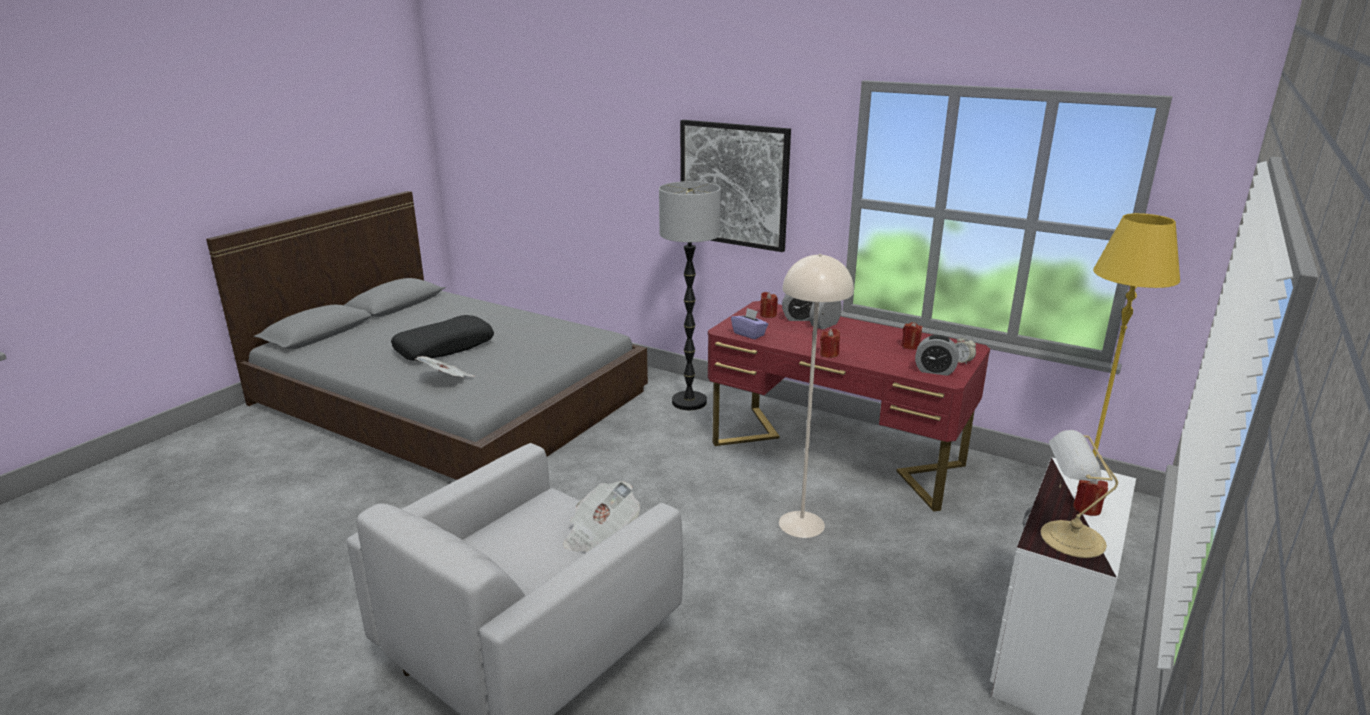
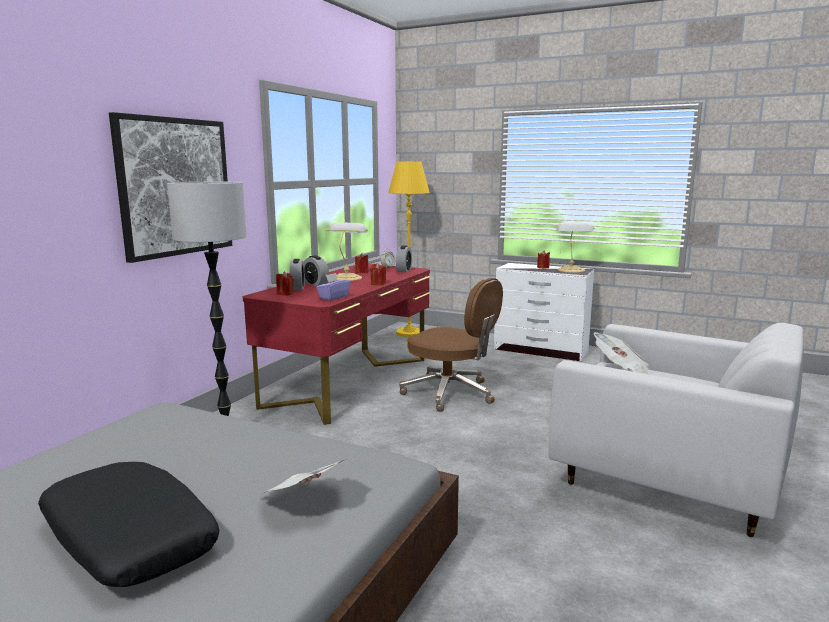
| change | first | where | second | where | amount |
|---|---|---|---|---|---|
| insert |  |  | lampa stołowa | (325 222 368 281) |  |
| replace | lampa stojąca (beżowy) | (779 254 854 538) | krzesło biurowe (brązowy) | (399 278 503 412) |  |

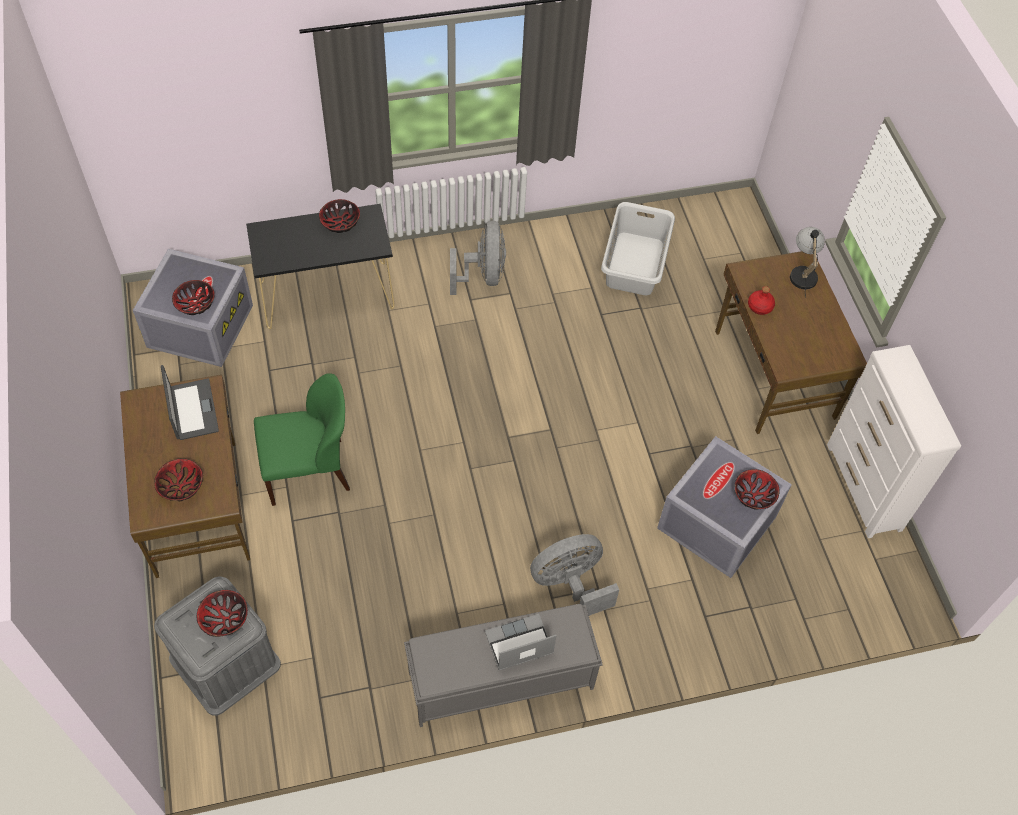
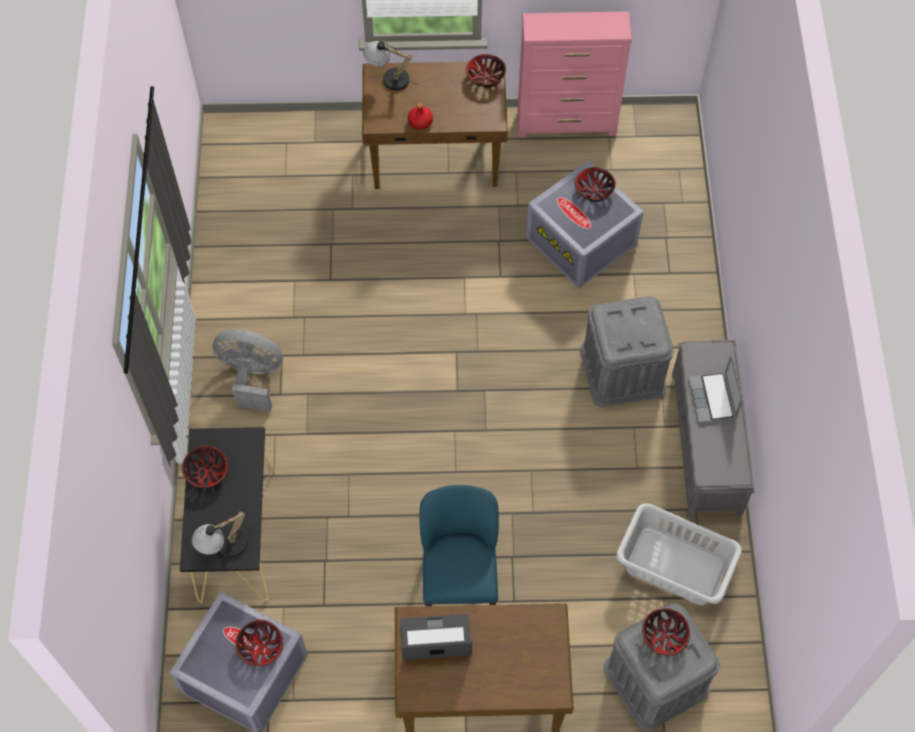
| change | first | where | second | where | amount |
|---|---|---|---|---|---|
| insert |  |  | lampa stołowa | (191 511 255 556) |  |
| move | miska | (154 459 203 501) |  | (466 54 506 88) |  |
| move | kosz na pranie (szary) | (601 202 675 295) |  | (616 504 742 605) |  |
| replace | wentylator (szary) | (530 534 619 616) | pojemnik do przechowywania (szary) | (580 296 674 407) |  |
| recolor | krzesło (zielony) | (254 373 350 506) | krzesło (niebieski) | (420 485 499 606) |  |
| recolor | komoda (biały) | (827 345 961 538) | komoda (różowy) | (517 11 632 137) |  |

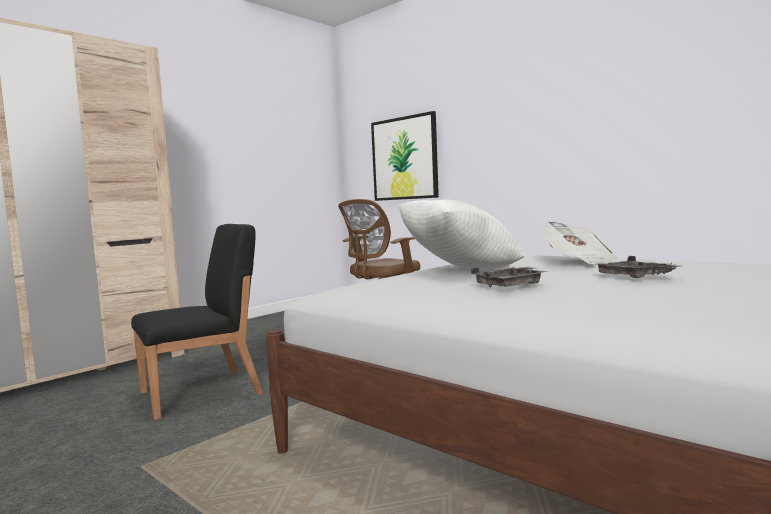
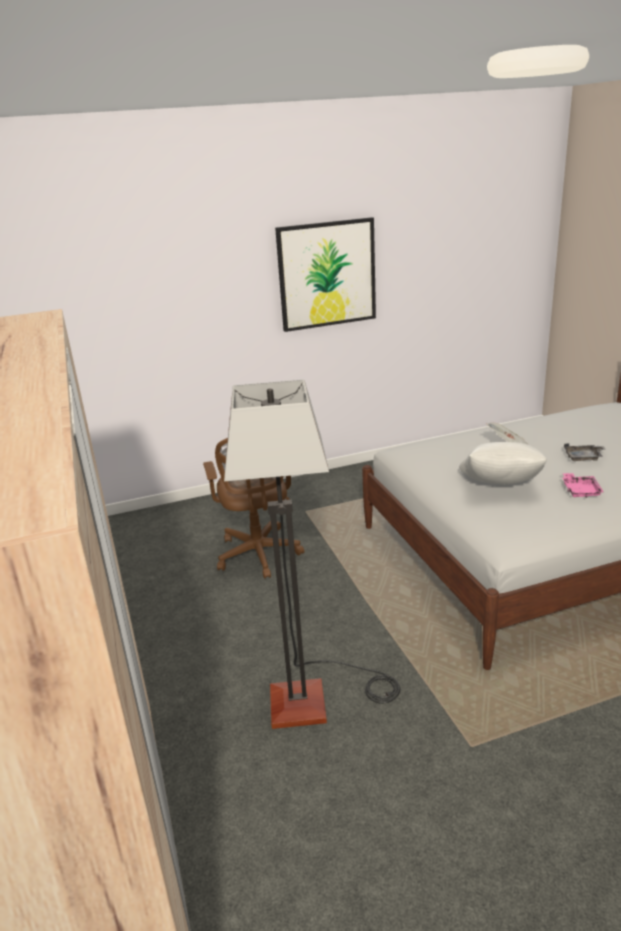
| change | first | where | second | where | amount |
|---|---|---|---|---|---|
| move | obraz | (371 111 439 201) |  | (275 217 376 332) |  |
| replace | krzesło (czarny) | (131 224 263 420) | lampa stojąca | (224 380 400 729) |  |
| recolor | taca (szary) | (471 266 548 287) | taca (różowy) | (562 473 604 498) |  |

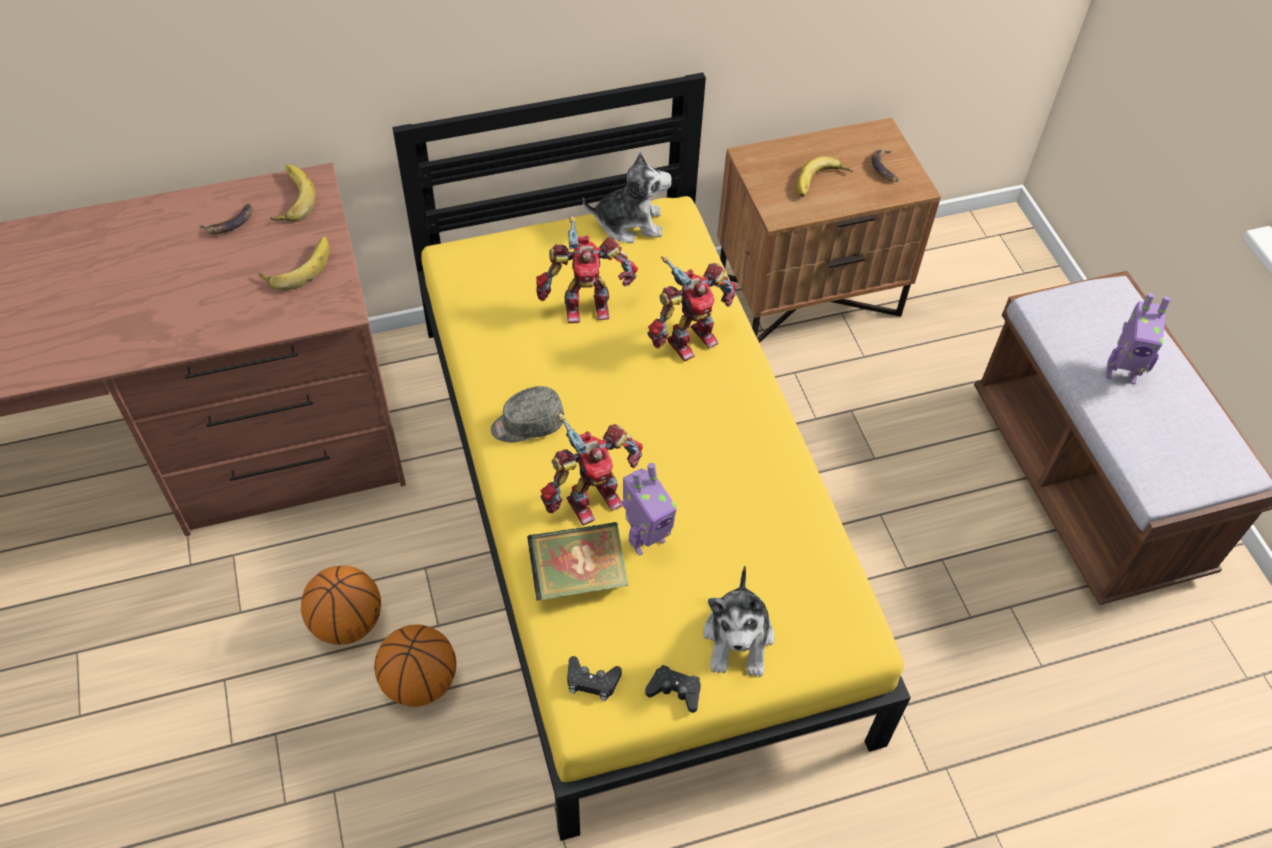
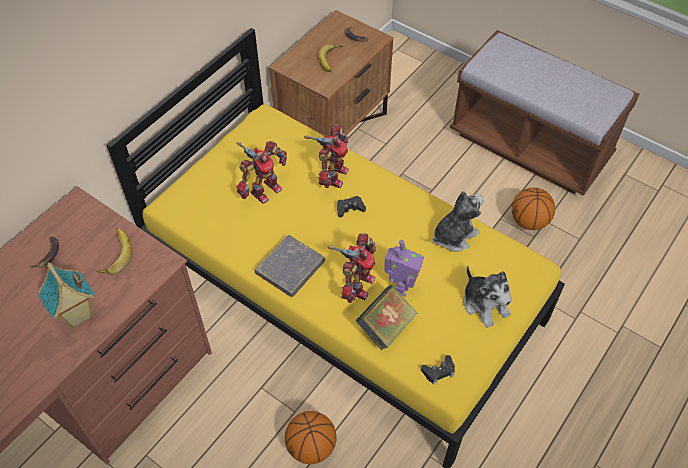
| change | first | where | second | where | amount |
|---|---|---|---|---|---|
| delete | banan | (270 165 316 222) |  |  |  |
| delete | robot zabawkowy | (1106 293 1171 384) |  |  |  |
| insert |  |  | domek | (39 263 95 329) |  |
| move | piłka do koszykówki | (301 566 381 645) |  | (512 188 555 230) |  |
| move | pluszak | (583 152 672 243) |  | (433 191 484 252) |  |
| move | pad do gier (czarny) | (645 665 701 713) |  | (337 196 366 218) |  |
| replace | czapka z daszkiem (szary) | (491 386 564 442) | książka (szary) | (255 235 325 297) |  |

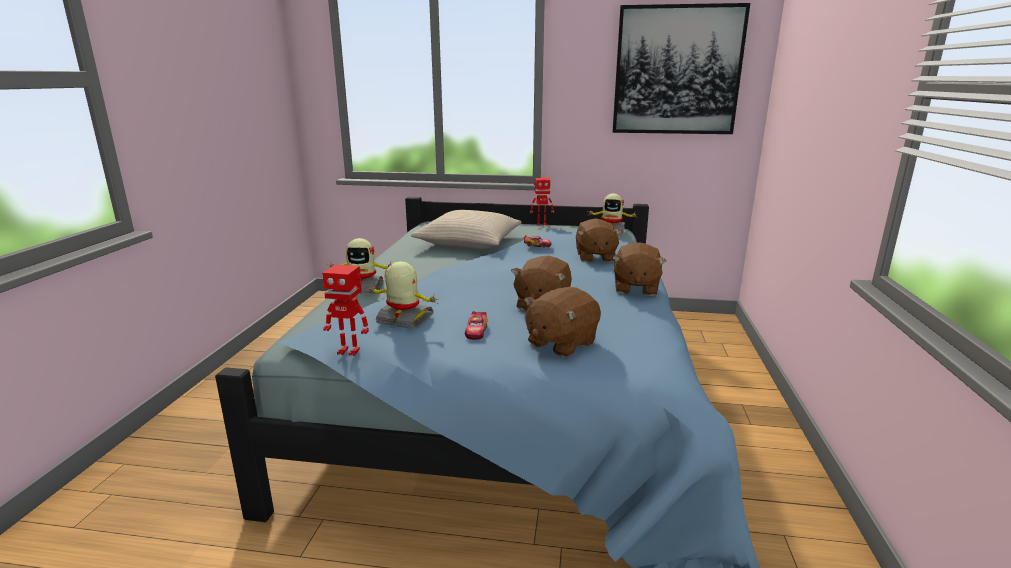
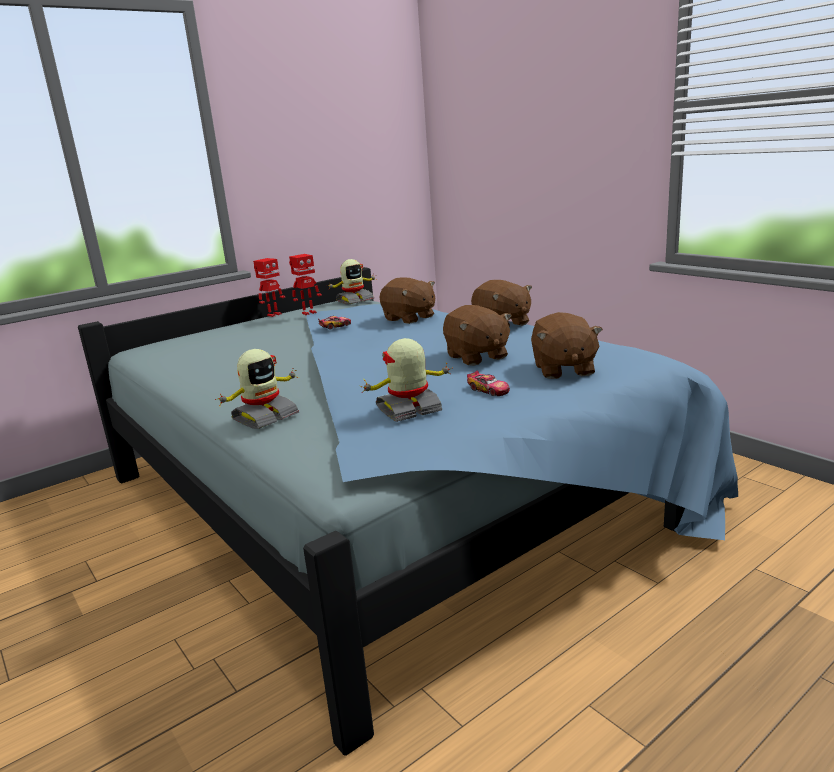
| change | first | where | second | where | amount |
|---|---|---|---|---|---|
| delete | poduszka (beżowy) | (411 210 522 249) |  |  |  |
| delete | obraz | (613 3 750 134) |  |  |  |
| move | robot zabawkowy | (322 264 369 356) |  | (289 254 322 315) |  |

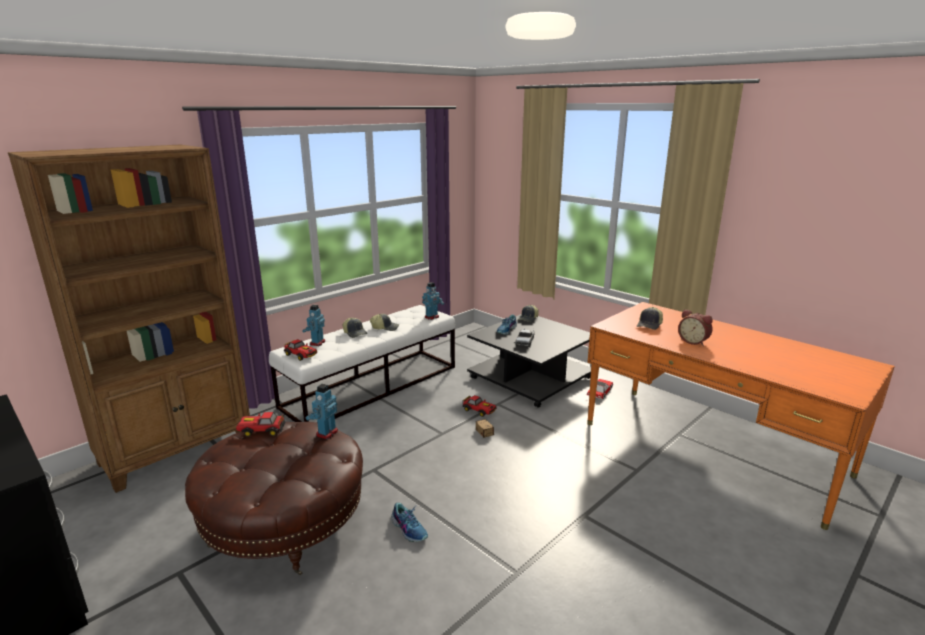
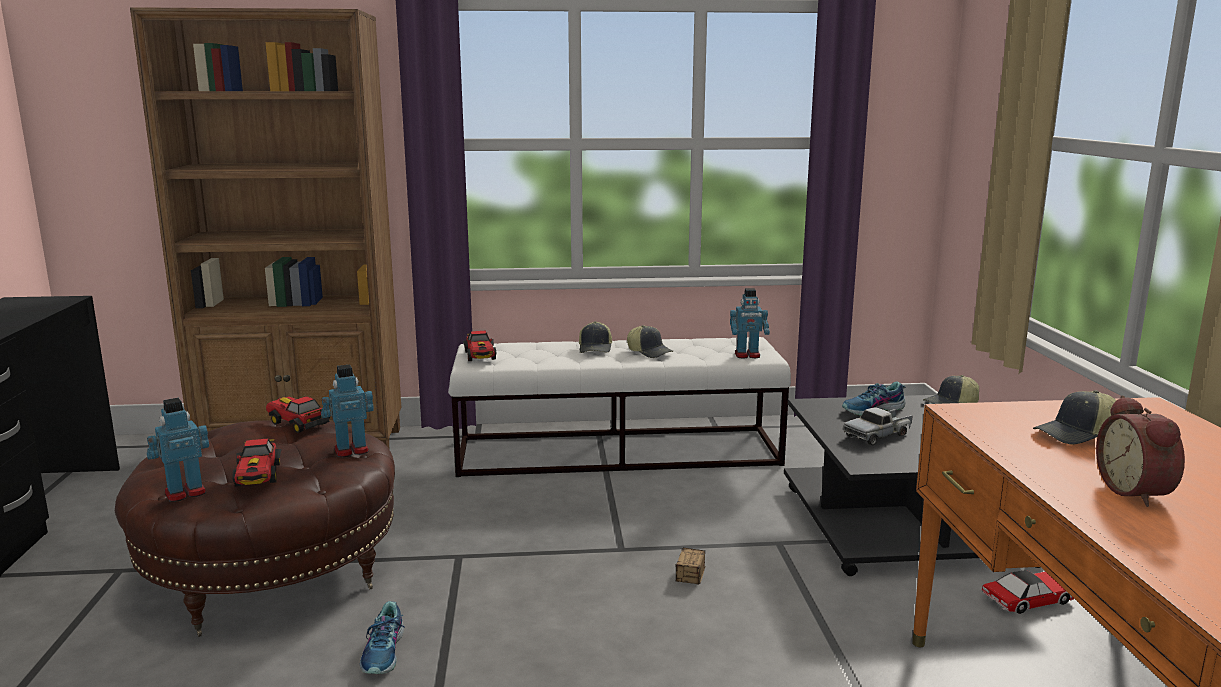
| change | first | where | second | where | amount |
|---|---|---|---|---|---|
| move | robot zabawkowy | (302 305 325 346) |  | (147 398 209 502) |  |
| move | samochodzik | (462 395 496 417) |  | (232 439 281 486) |  |

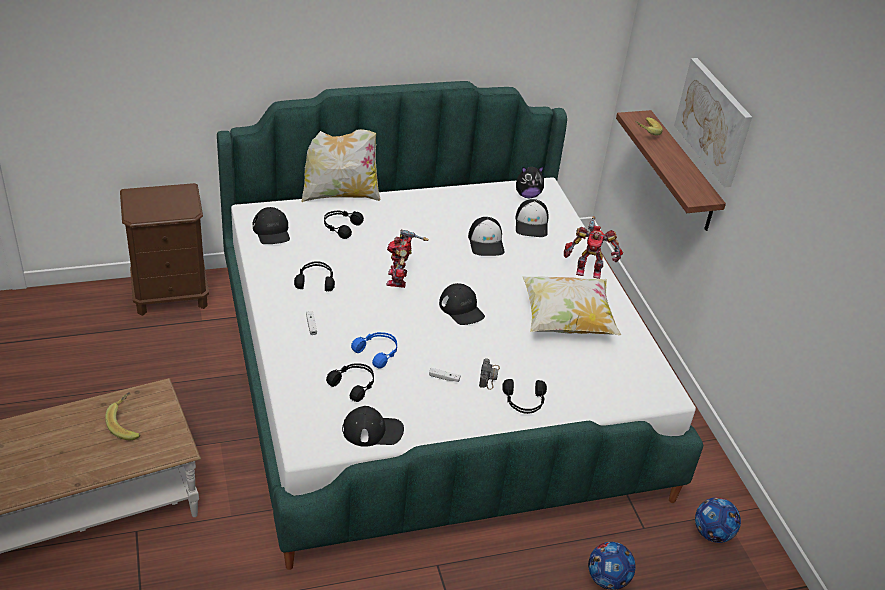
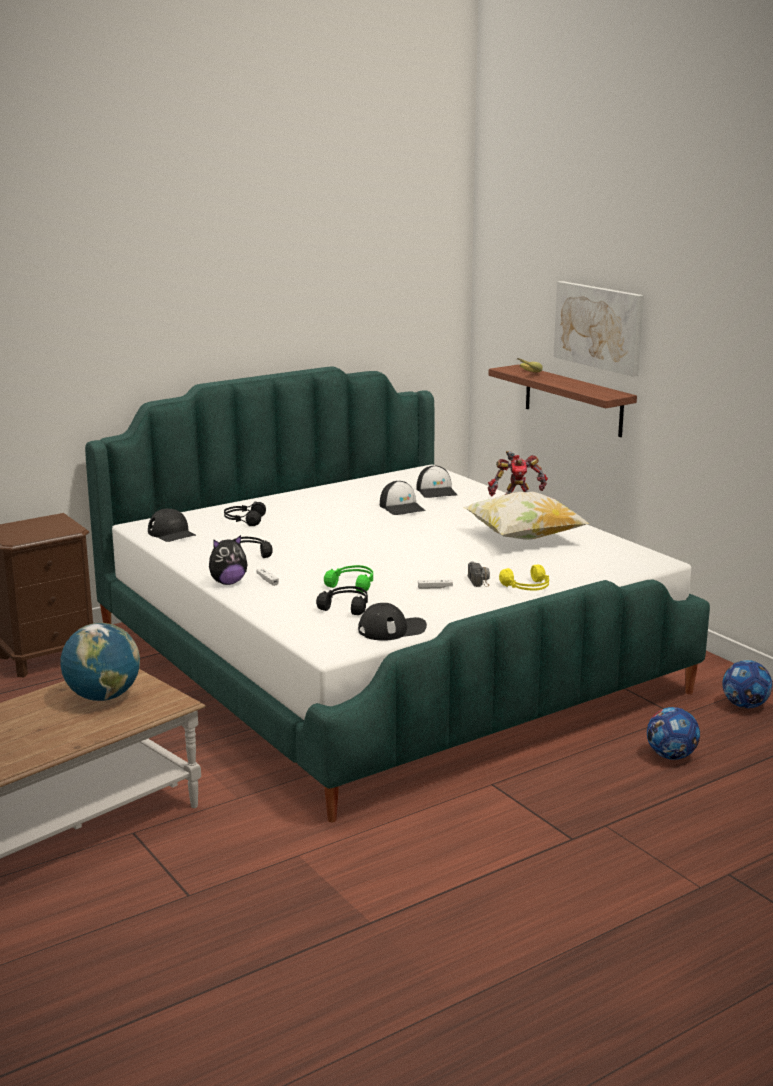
| change | first | where | second | where | amount |
|---|---|---|---|---|---|
| delete | poduszka | (302 129 380 202) |  |  |  |
| delete | robot zabawkowy | (386 229 429 288) |  |  |  |
| delete | czapka z daszkiem (czarny) | (439 283 485 325) |  |  |  |
| move | pluszak | (516 166 544 198) |  | (209 535 248 585) |  |
| replace | banan | (105 392 140 440) | globus | (61 623 140 701) |  |
| recolor | słuchawki (niebieski) | (351 332 397 369) | słuchawki (zielony) | (324 565 373 593) |  |
| recolor | słuchawki (czarny) | (502 379 547 414) | słuchawki (żółty) | (499 565 549 591) |  |

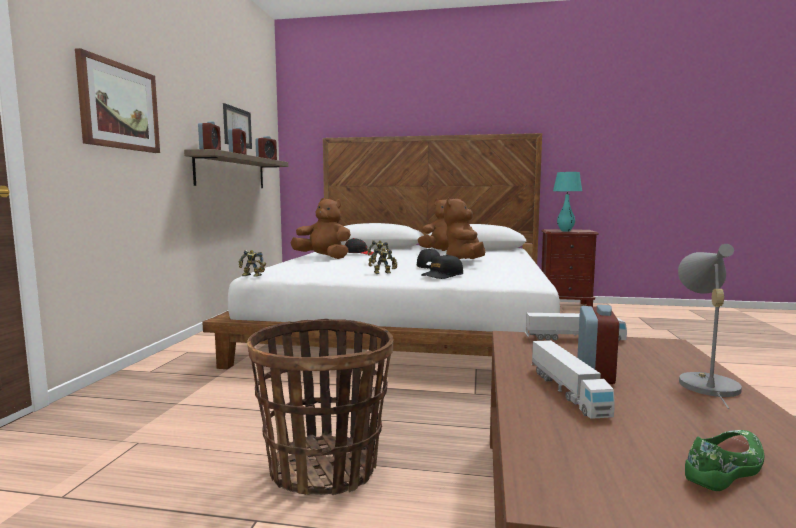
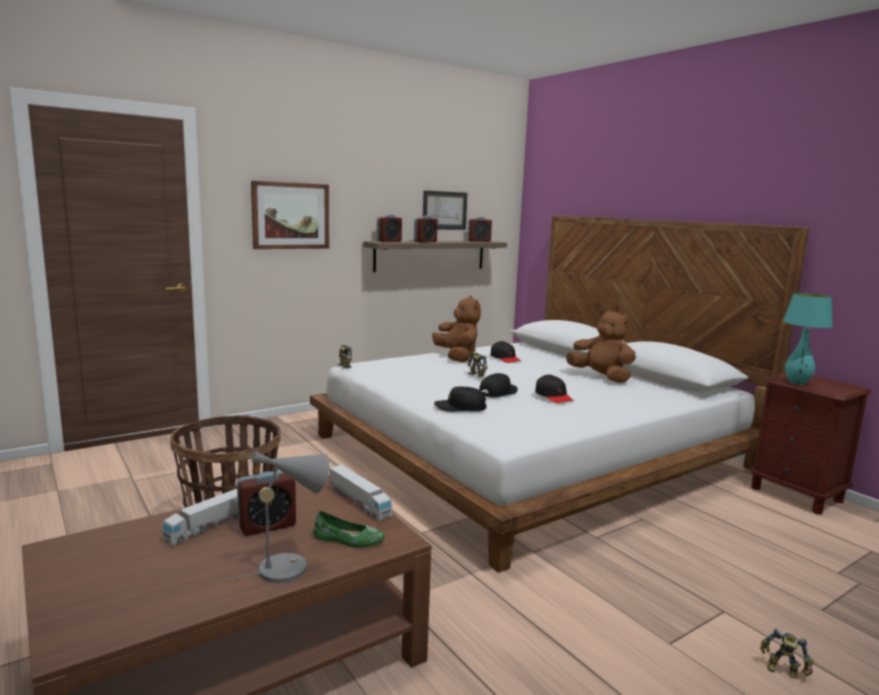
| change | first | where | second | where | amount |
|---|---|---|---|---|---|
| move | robot zabawkowy | (368 248 397 274) |  | (760 628 814 679) |  |
| move | but (zielony) | (685 430 764 491) |  | (313 511 385 548) |  |
| replace | pluszak (brązowy) | (444 198 485 259) | czapka z daszkiem (czarny) | (535 374 574 403) |  |

